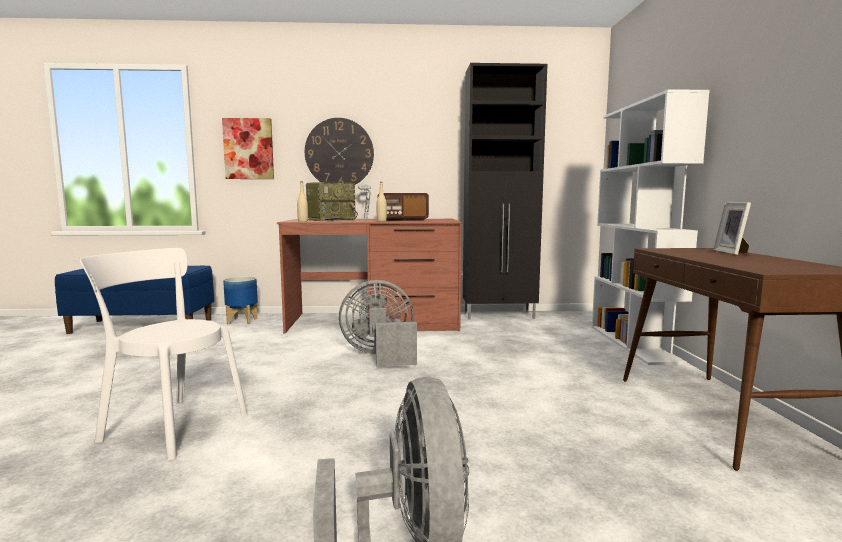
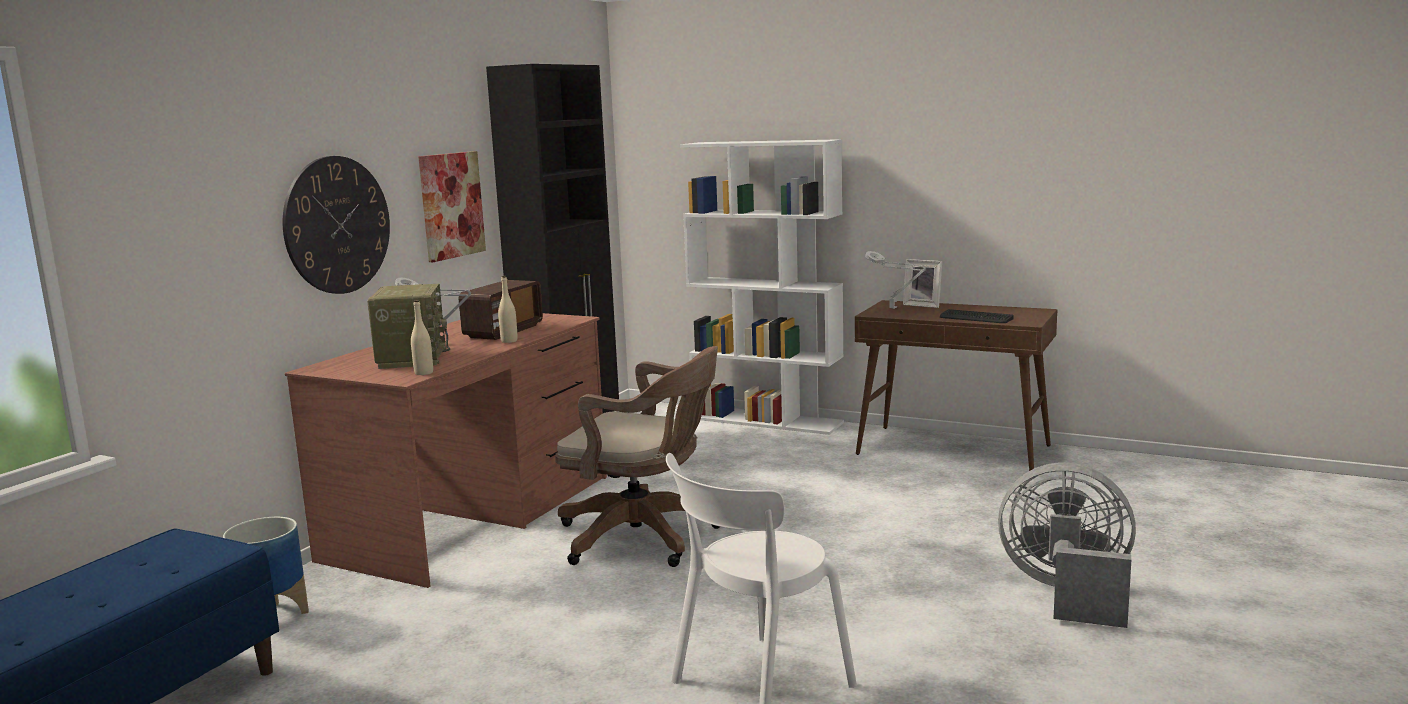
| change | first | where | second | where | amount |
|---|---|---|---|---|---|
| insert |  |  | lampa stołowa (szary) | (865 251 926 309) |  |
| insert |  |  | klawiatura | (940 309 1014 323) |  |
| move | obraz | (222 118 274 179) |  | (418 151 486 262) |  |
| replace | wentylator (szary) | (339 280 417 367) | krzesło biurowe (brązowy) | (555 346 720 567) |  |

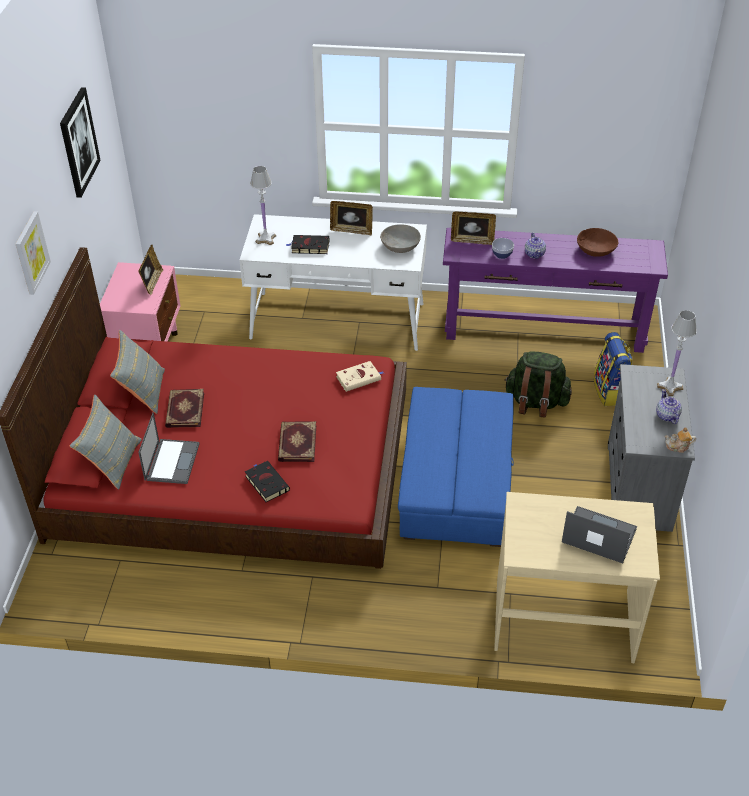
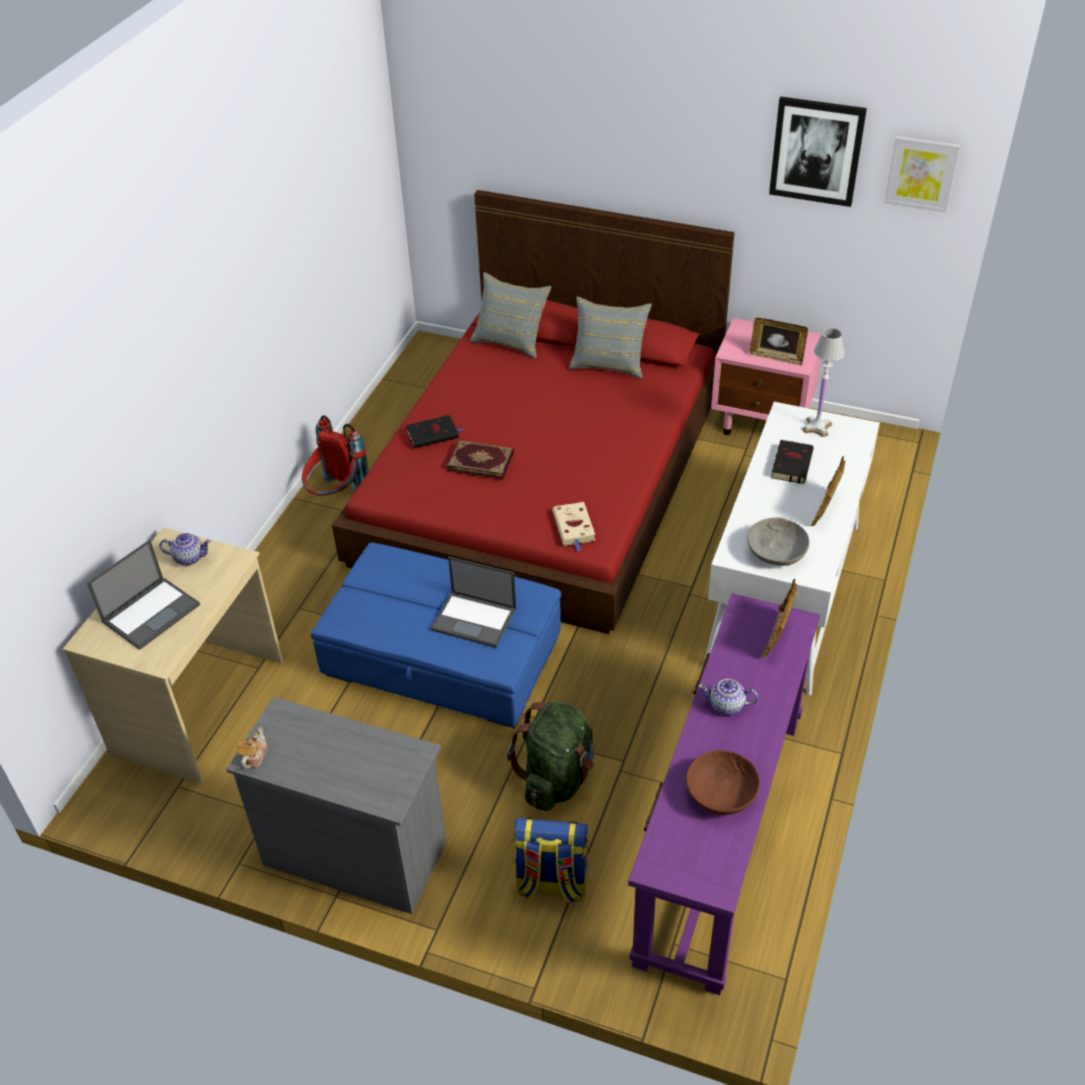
| change | first | where | second | where | amount |
|---|---|---|---|---|---|
| delete | książka | (165 389 204 428) |  |  |  |
| delete | miska | (492 238 514 259) |  |  |  |
| delete | lampa stołowa (biały) | (657 310 697 396) |  |  |  |
| insert |  |  | plecak (czerwony) | (302 415 369 496) |  |
| move | obraz | (16 211 51 295) |  | (884 136 960 213) |  |
| move | laptop | (138 412 200 484) |  | (431 557 516 648) |  |
| move | imbryk | (656 389 682 424) |  | (160 533 211 565) |  |

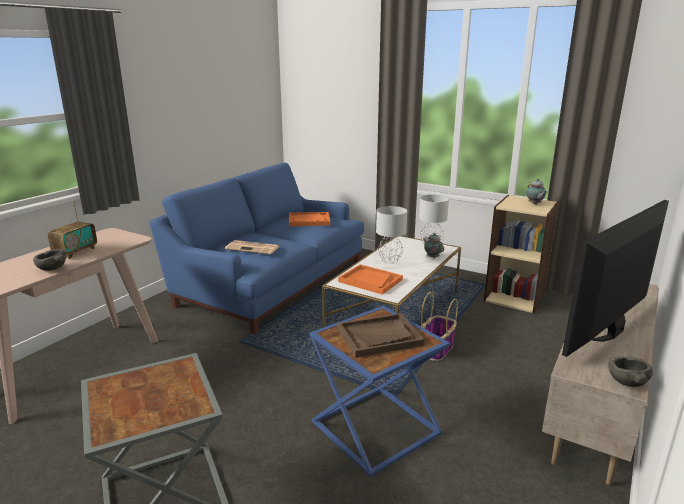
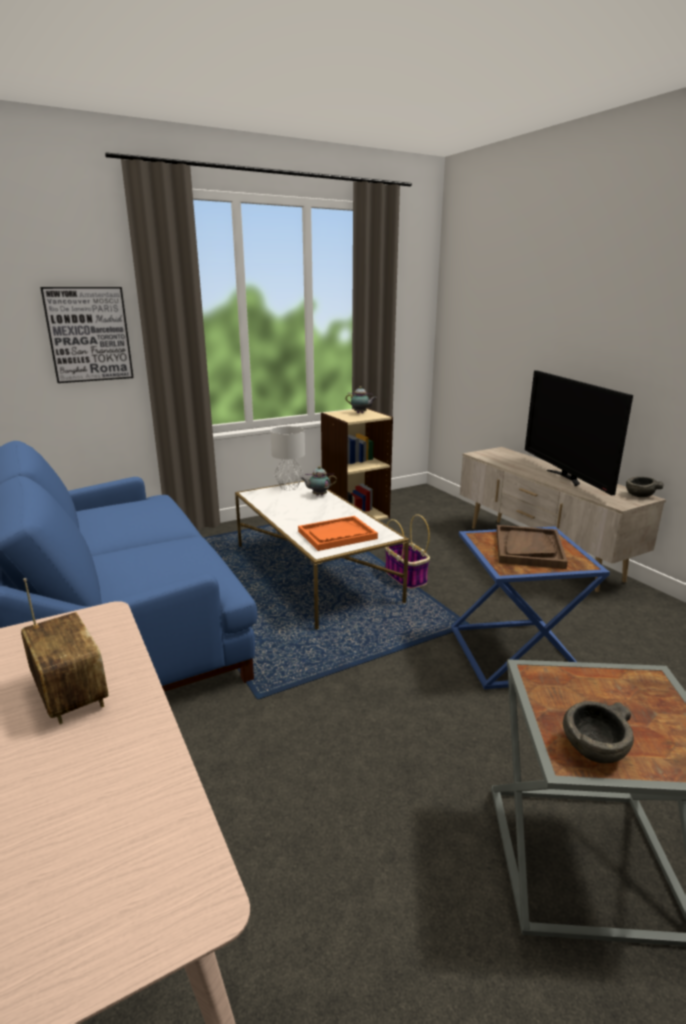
| change | first | where | second | where | amount |
|---|---|---|---|---|---|
| delete | gazeta | (225 240 280 254) |  |  |  |
| delete | taca (pomarańczowy) | (289 212 330 226) |  |  |  |
| delete | lampa stołowa (szary) | (376 206 407 264) |  |  |  |
| insert |  |  | obraz | (40 287 134 383) |  |
| move | miska (szary) | (33 249 67 271) |  | (563 701 634 763) |  |

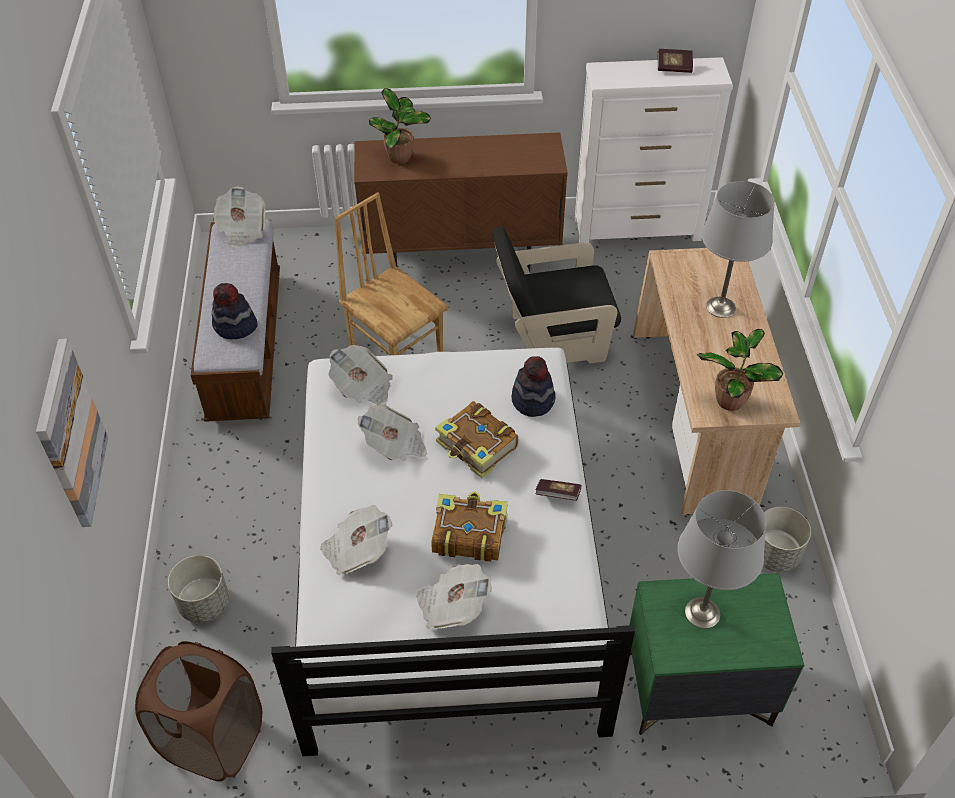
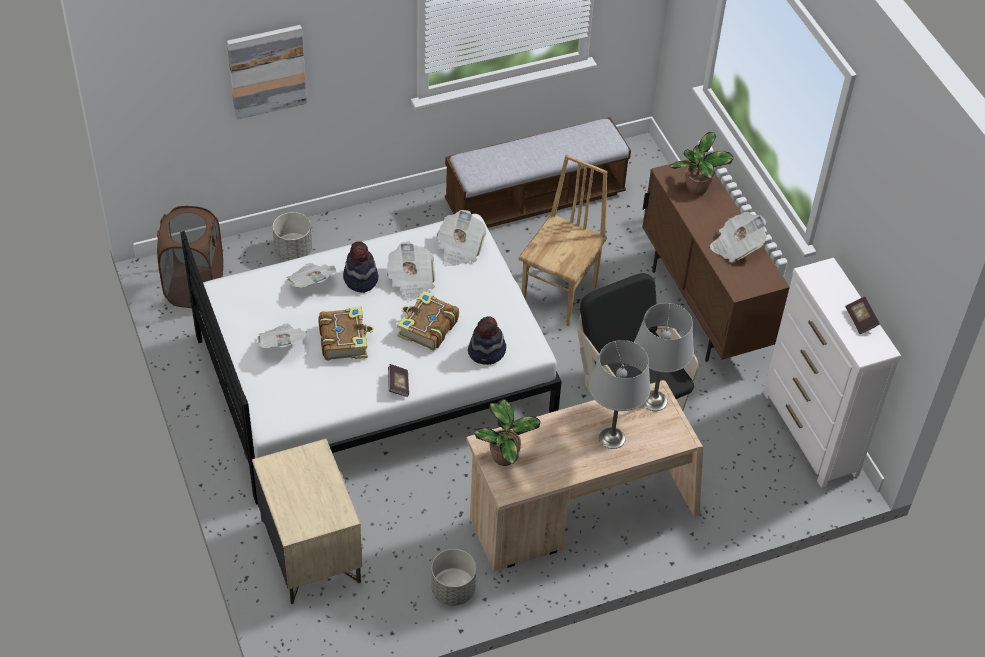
| change | first | where | second | where | amount |
|---|---|---|---|---|---|
| move | gazeta | (212 186 266 248) |  | (710 212 767 262) |  |
| move | kapelusz | (212 283 258 339) |  | (343 241 379 293) |  |
| move | lampa stołowa (szary) | (677 490 766 629) |  | (634 303 694 411) |  |
| recolor | szafka nocna (zielony) | (630 573 804 735) | szafka nocna (beżowy) | (252 439 362 605) |  |

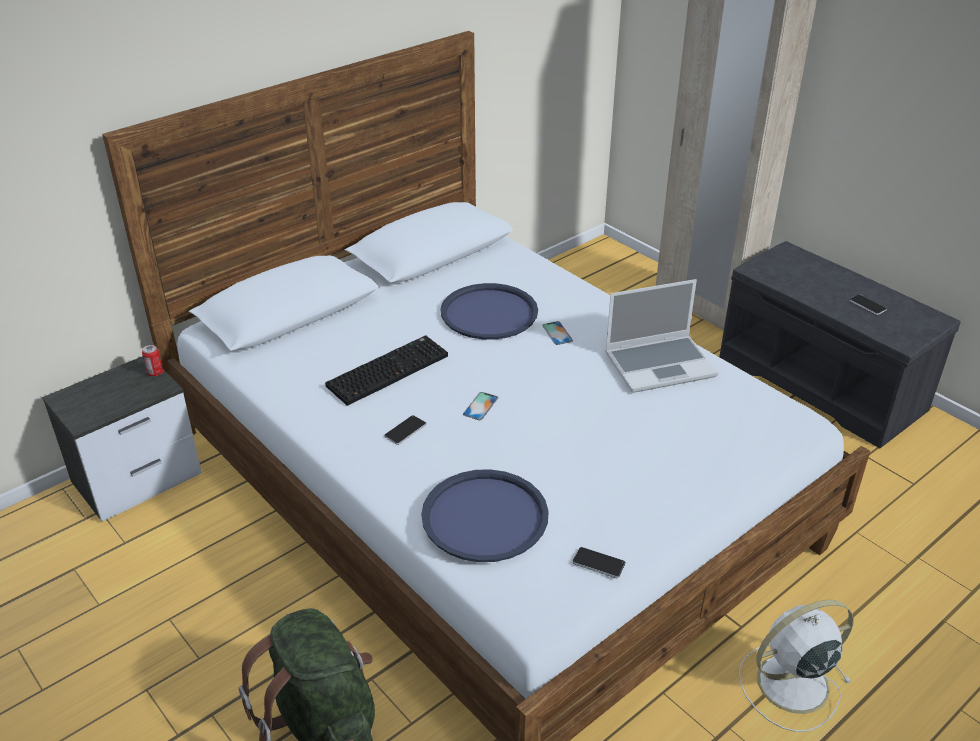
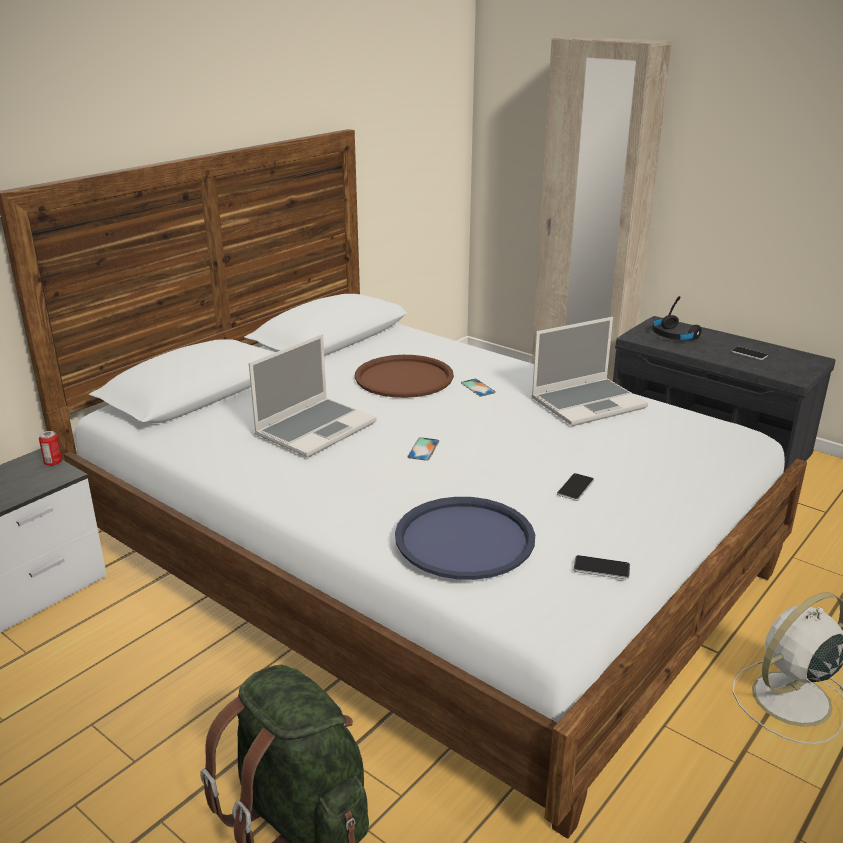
| change | first | where | second | where | amount |
|---|---|---|---|---|---|
| insert |  |  | słuchawki (czarny) | (652 296 701 340) |  |
| move | telefon | (384 415 427 445) |  | (557 473 594 501) |  |
| replace | klawiatura | (325 335 448 406) | laptop | (249 334 376 458) |  |
| recolor | taca (niebieski) | (440 283 538 340) | taca (brązowy) | (355 355 454 398) |  |

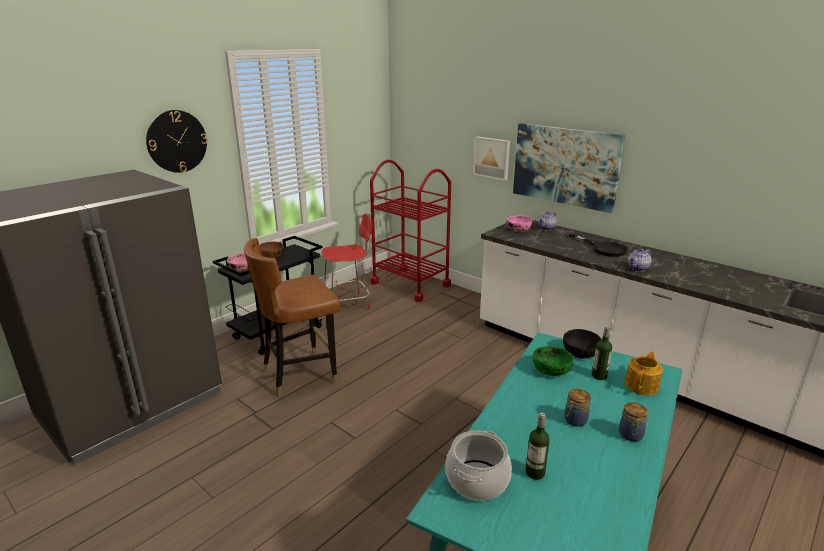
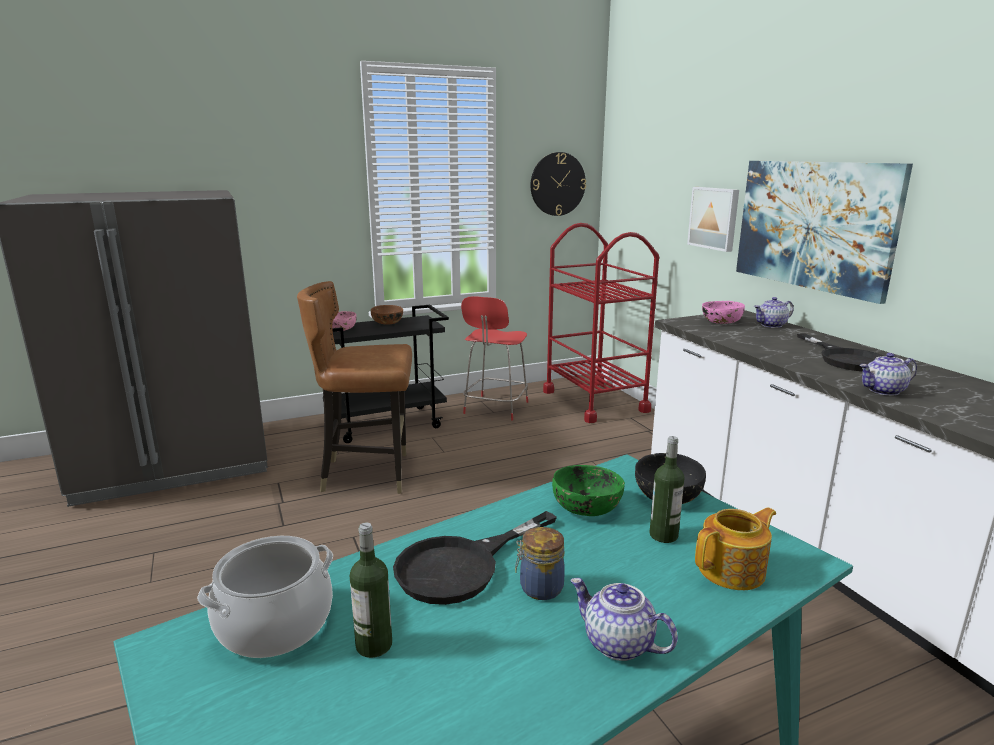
| change | first | where | second | where | amount |
|---|---|---|---|---|---|
| insert |  |  | patelnia (czarny) | (393 511 557 605) |  |
| move | zegar ścienny | (146 110 207 173) |  | (530 152 586 216) |  |
| replace | słoik | (619 402 648 442) | imbryk | (570 578 678 661) |  |
| rotate | krzesło (czerwony) | (322 214 372 309) |  | (461 296 528 420) | 105 degrees clockwise |

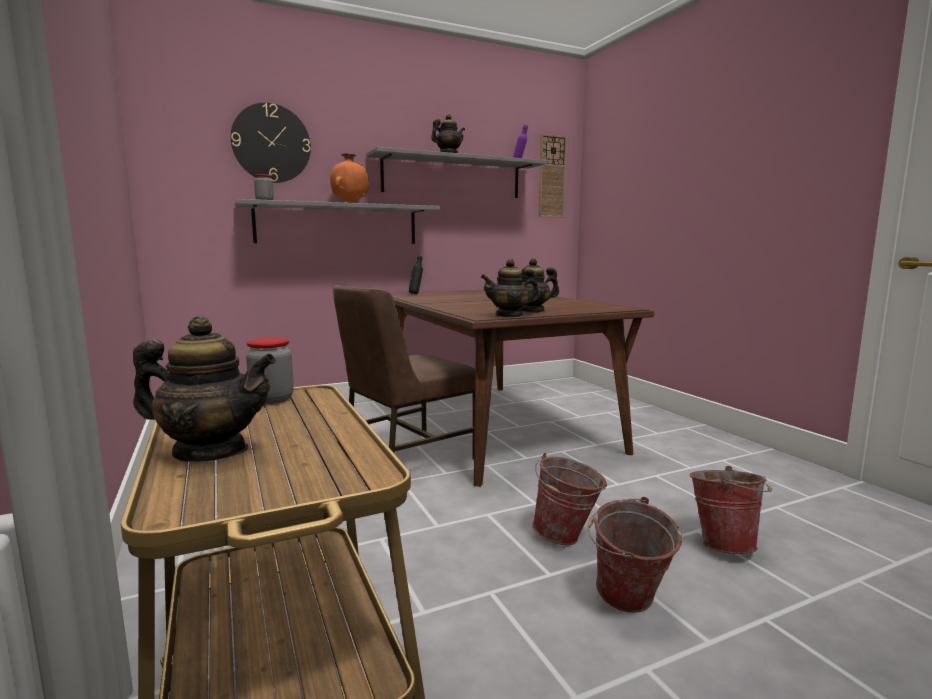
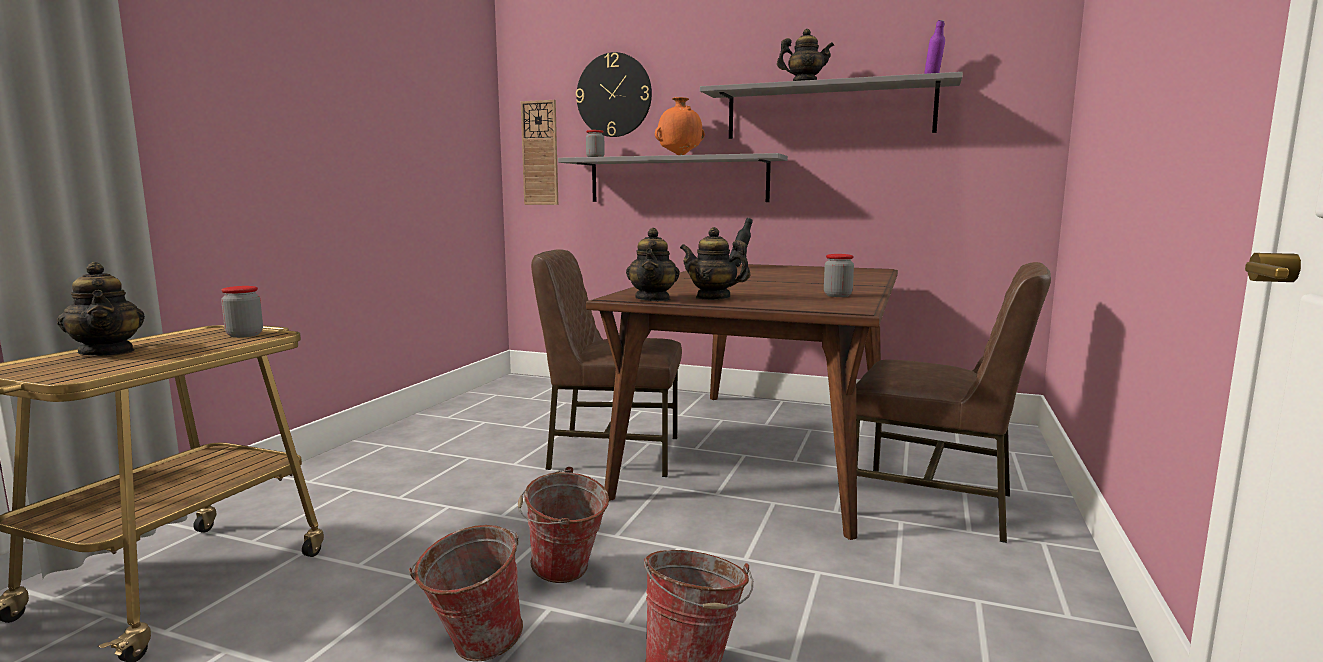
| change | first | where | second | where | amount |
|---|---|---|---|---|---|
| insert |  |  | słoik | (824 254 854 297) |  |
| insert |  |  | krzesło (brązowy) | (856 262 1051 543) |  |
| move | zegar ścienny | (539 134 567 218) |  | (521 100 558 205) |  |
| rotate | imbryk | (480 259 540 318) |  | (626 228 680 301) | 120 degrees counterclockwise |

